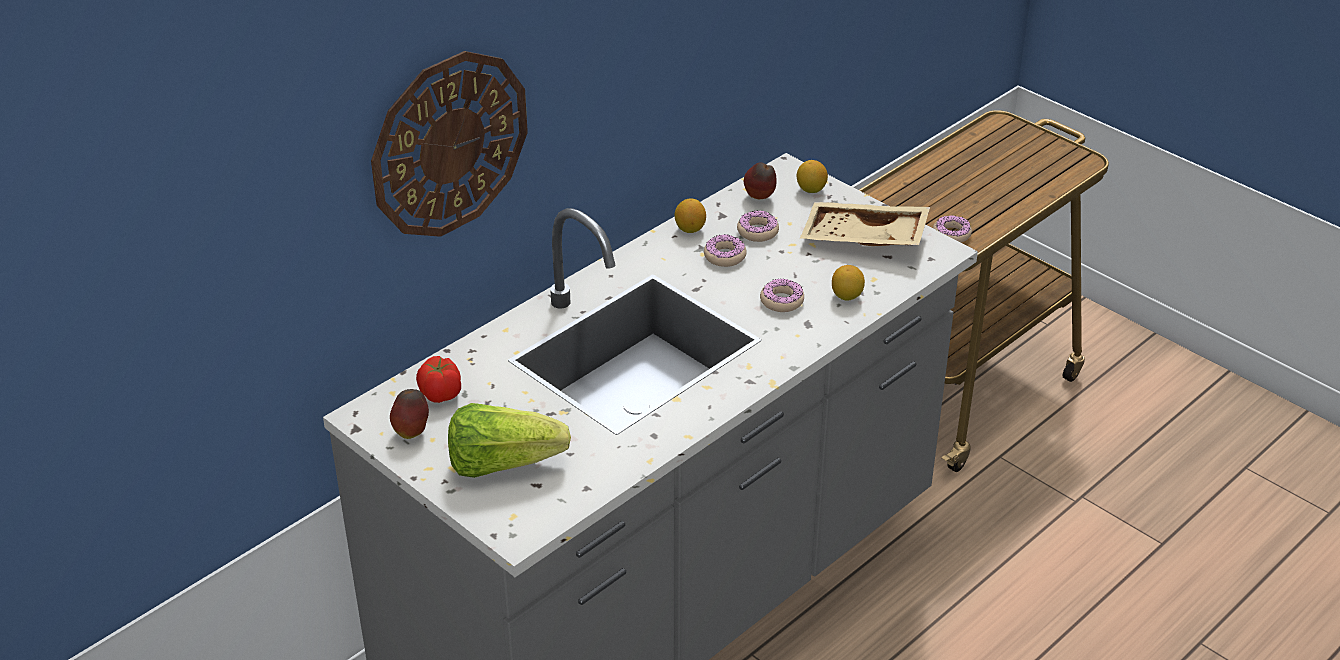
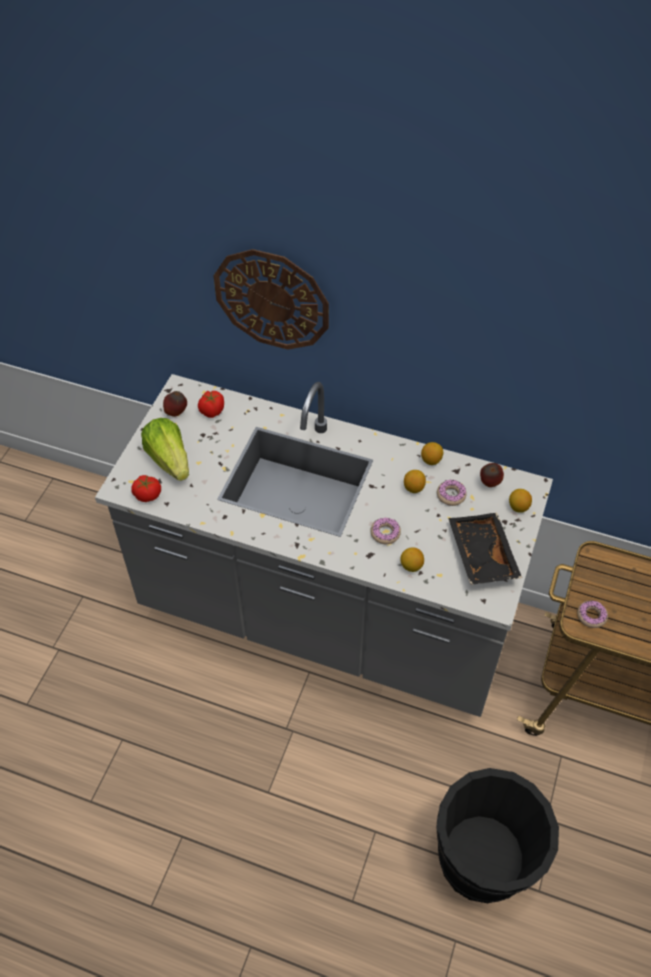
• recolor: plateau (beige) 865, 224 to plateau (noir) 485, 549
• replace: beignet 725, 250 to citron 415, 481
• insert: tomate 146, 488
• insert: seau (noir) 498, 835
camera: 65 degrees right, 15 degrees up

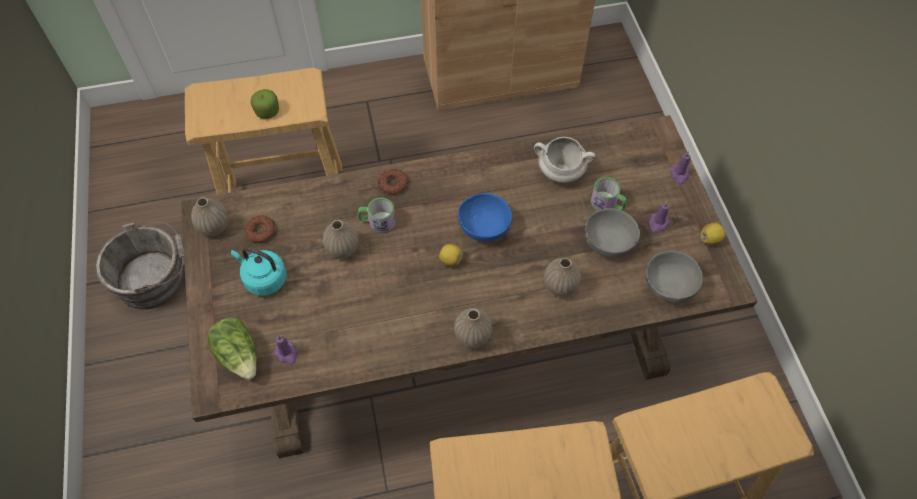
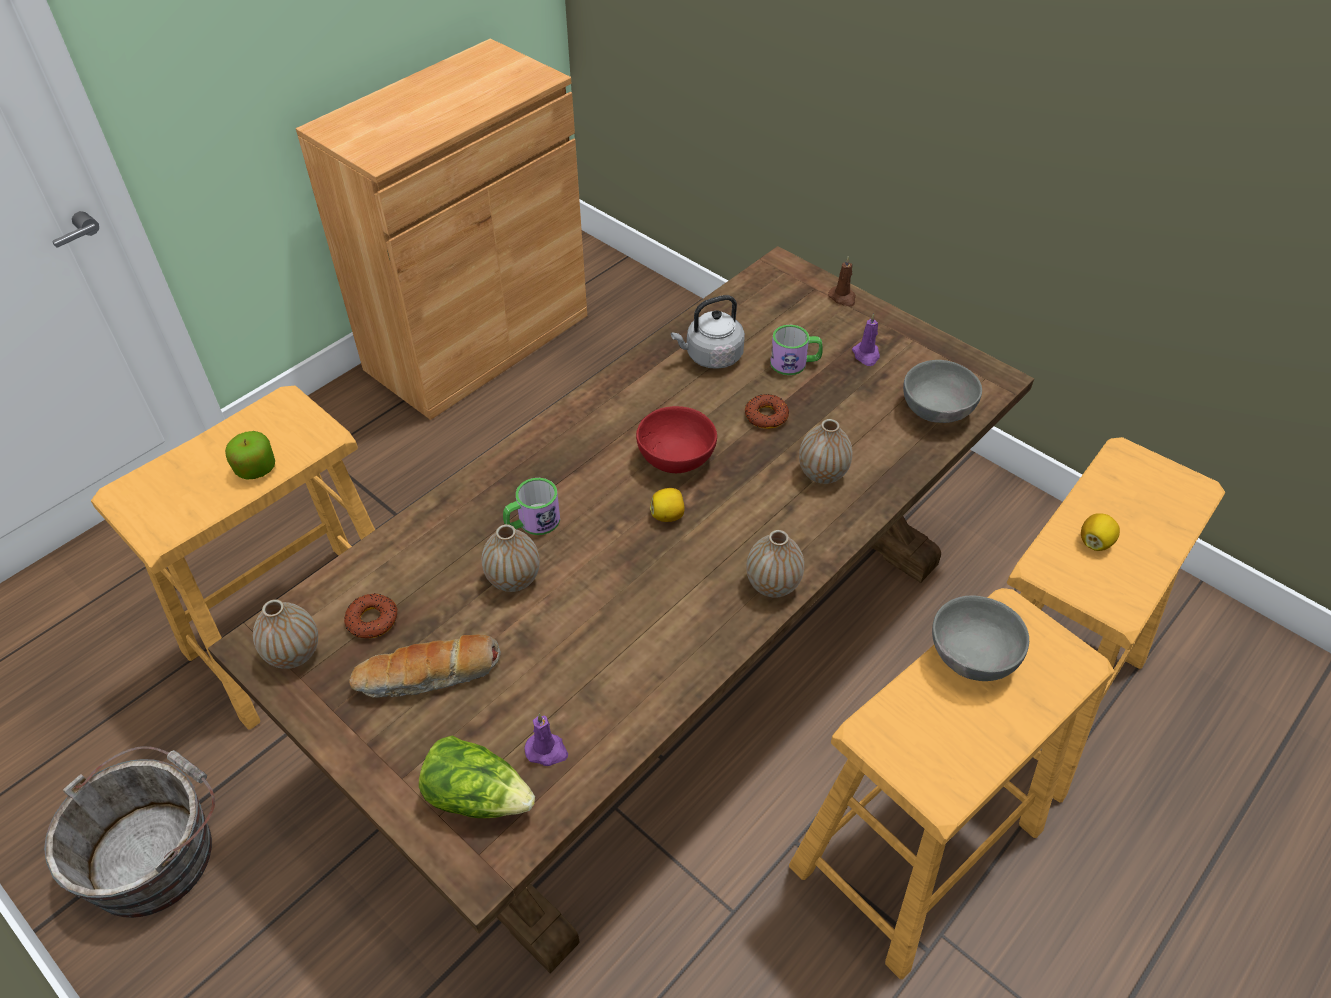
• replace: marmite (blanc) 565, 160 to bouilloire (gris) 708, 332
• recolor: bougie (violet) 680, 167 to bougie (marron) 842, 281
• move: beignet 393, 181 to 767, 411
• recolor: bol (bleu) 485, 217 to bol (rouge) 676, 439
• move: bol (gris) 612, 233 to 980, 638
• move: citron 713, 234 to 1100, 532
• replace: bouilloire (turquoise) 259, 271 to pain 425, 666
camera: 35 degrees left, 10 degrees down

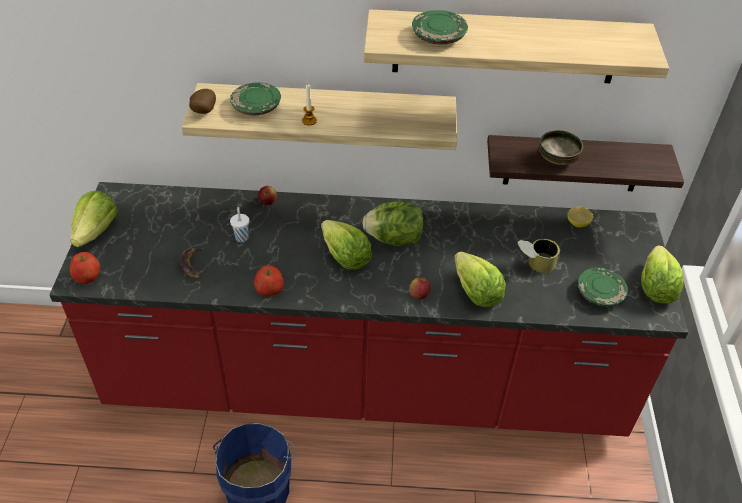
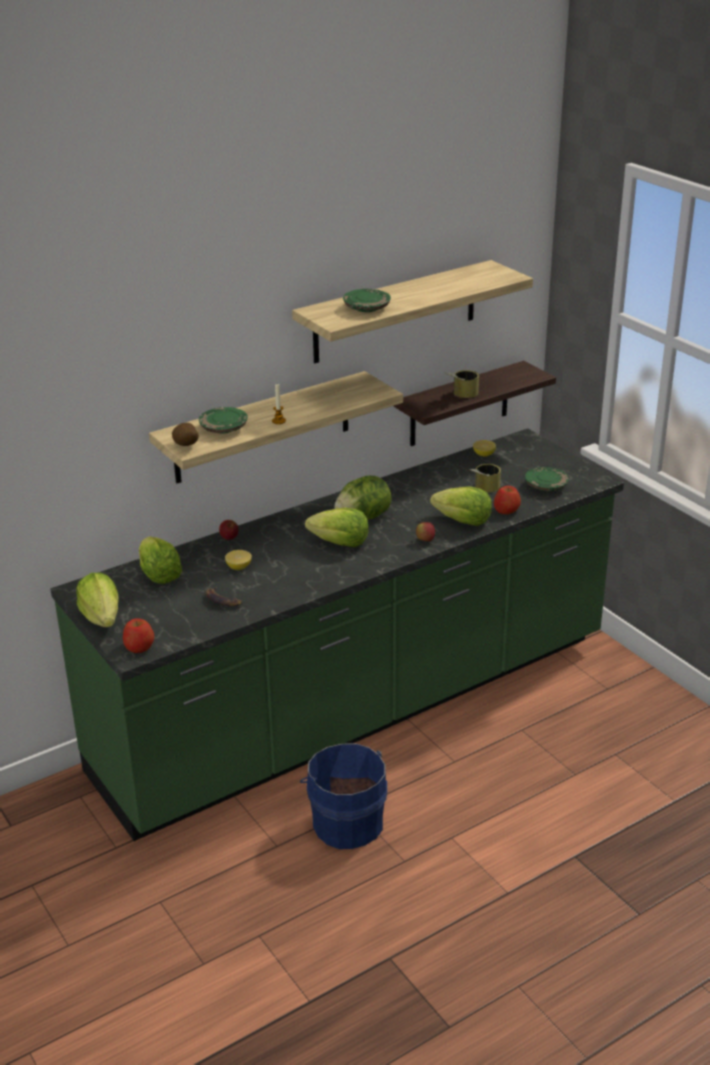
• replace: bol 561, 147 to boîte métallique 461, 384
• recolor: comptoir de cuisine (rouge) 369, 309 to comptoir de cuisine (vert) 337, 634
• replace: tasse (blanc) 239, 224 to citron 238, 560
• move: laitue 662, 274 to 160, 560
• move: pomme 269, 280 to 507, 500
camera: 35 degrees left, 15 degrees down

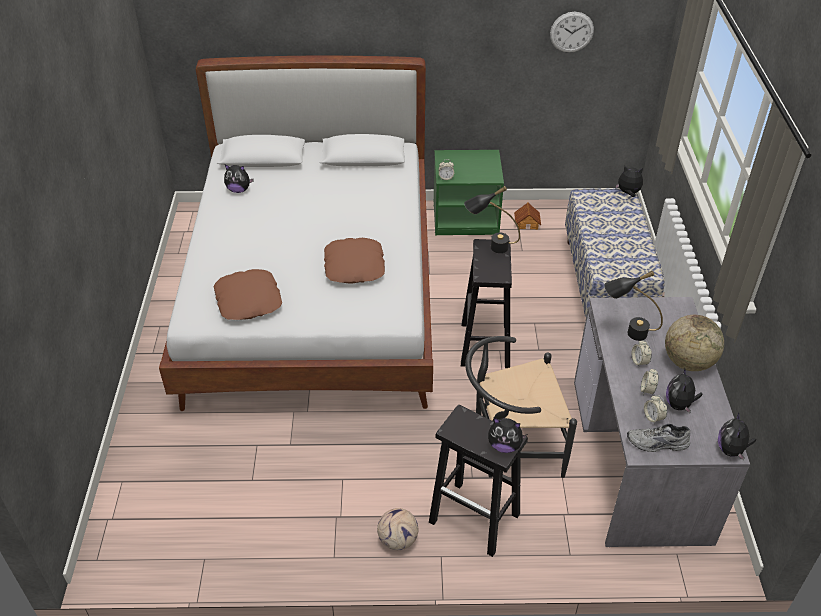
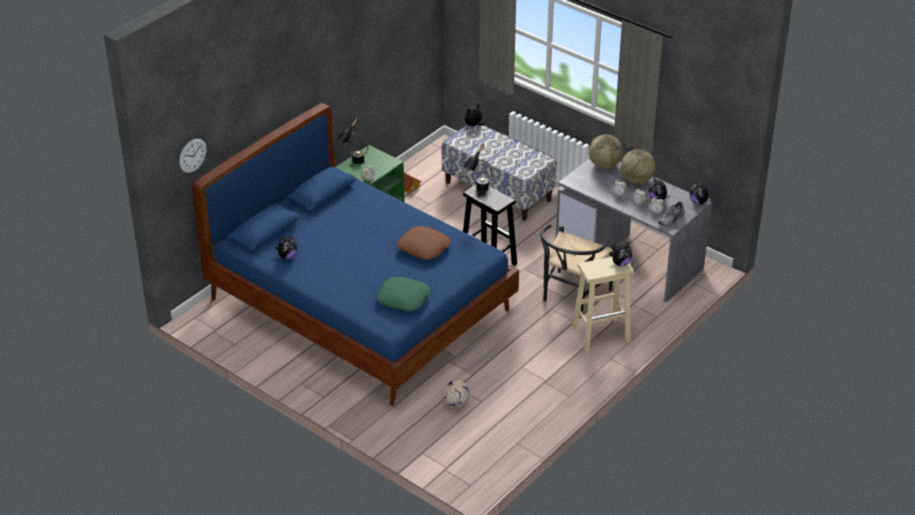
• move: horloge murale 572, 32 to 192, 155
• recolor: lit (blanc) 296, 233 to lit (bleu) 355, 254
• recolor: coussin (marron) 248, 294 to coussin (vert) 403, 294
• move: lampe de table (noir) 633, 306 to 352, 141
• recolor: tabouret (noir) 478, 481 to tabouret (beige) 603, 304
• move: ballon de foot 397, 529 to 456, 394
• insert: globe 606, 151
camera: 50 degrees left, 5 degrees down

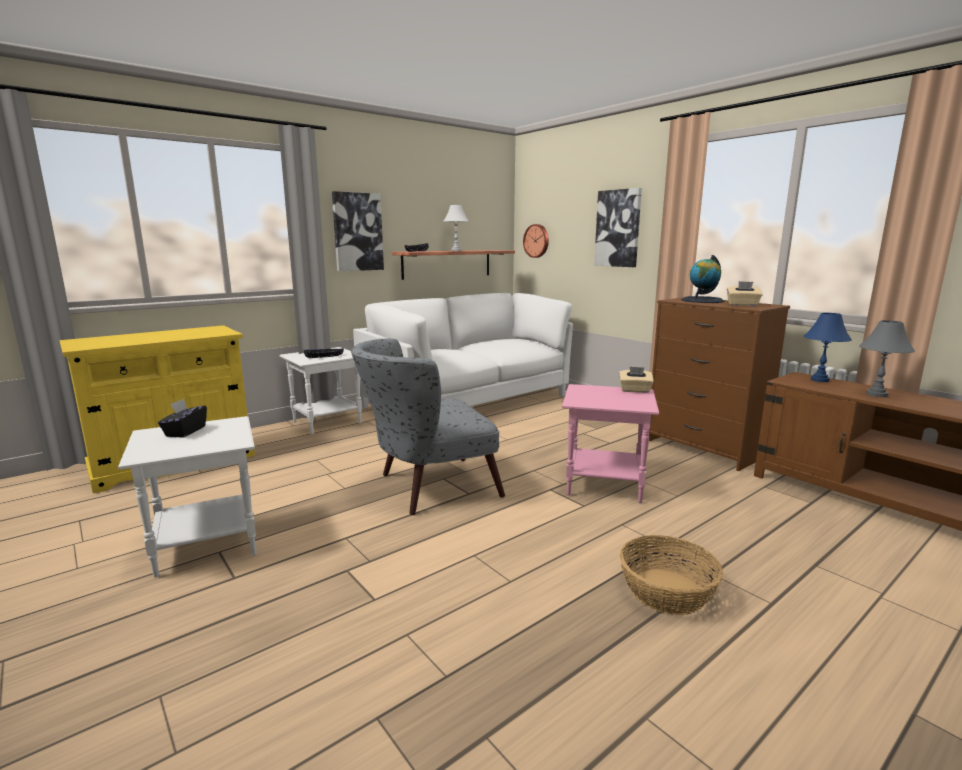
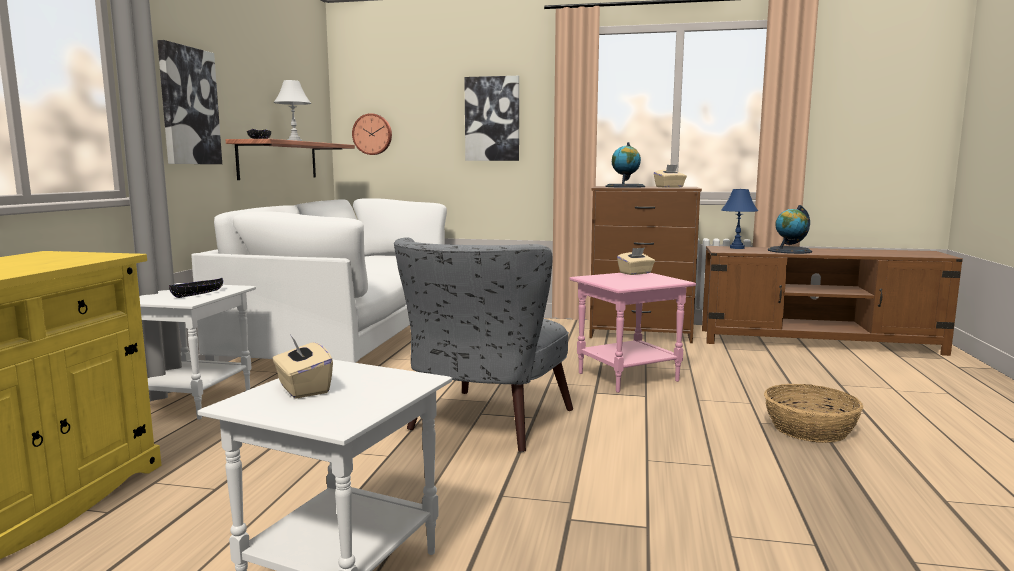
• replace: lampe de table (gris) 887, 358 to globe 790, 229
• recolor: boîte à mouchoirs (noir) 182, 418 to boîte à mouchoirs (beige) 303, 366
camera: 40 degrees left, 5 degrees down

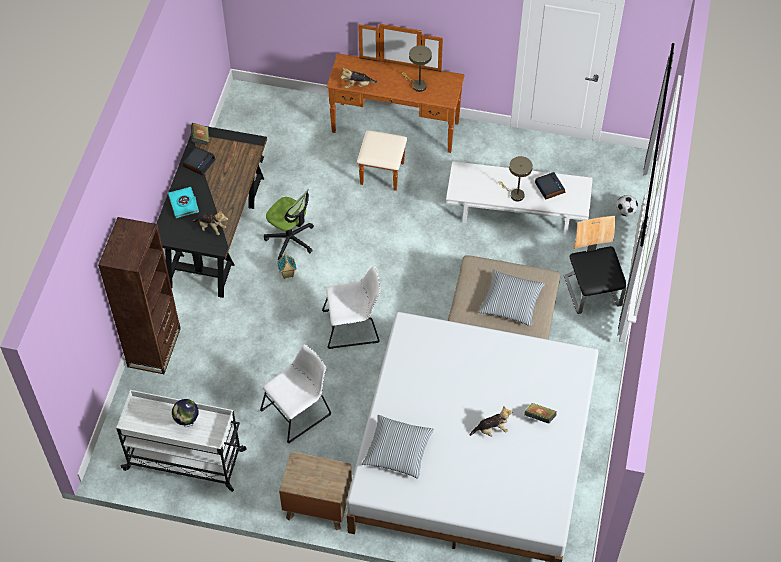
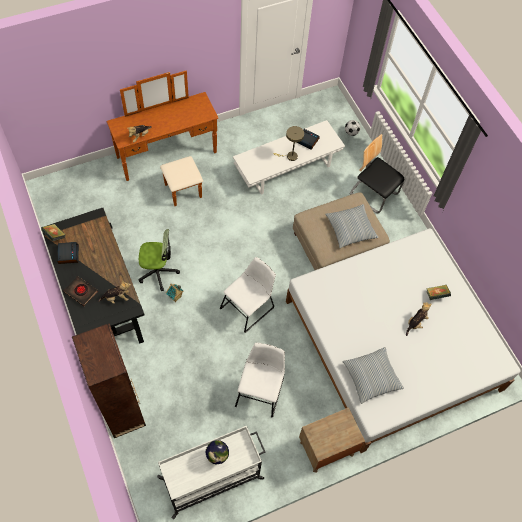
• delete: lampe de table (beige) 417, 68
• recolor: livre (turquoise) 183, 202 to livre (noir) 81, 291
camera: 40 degrees left, 5 degrees up

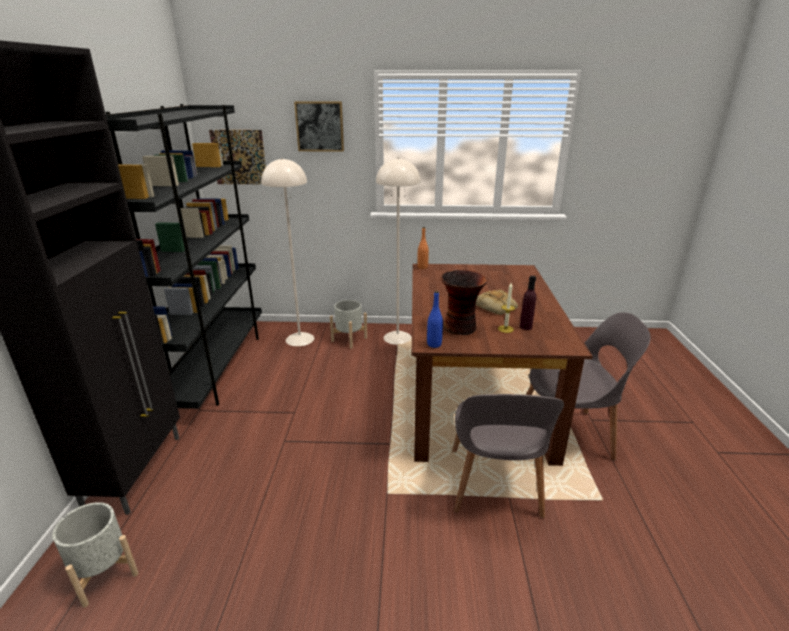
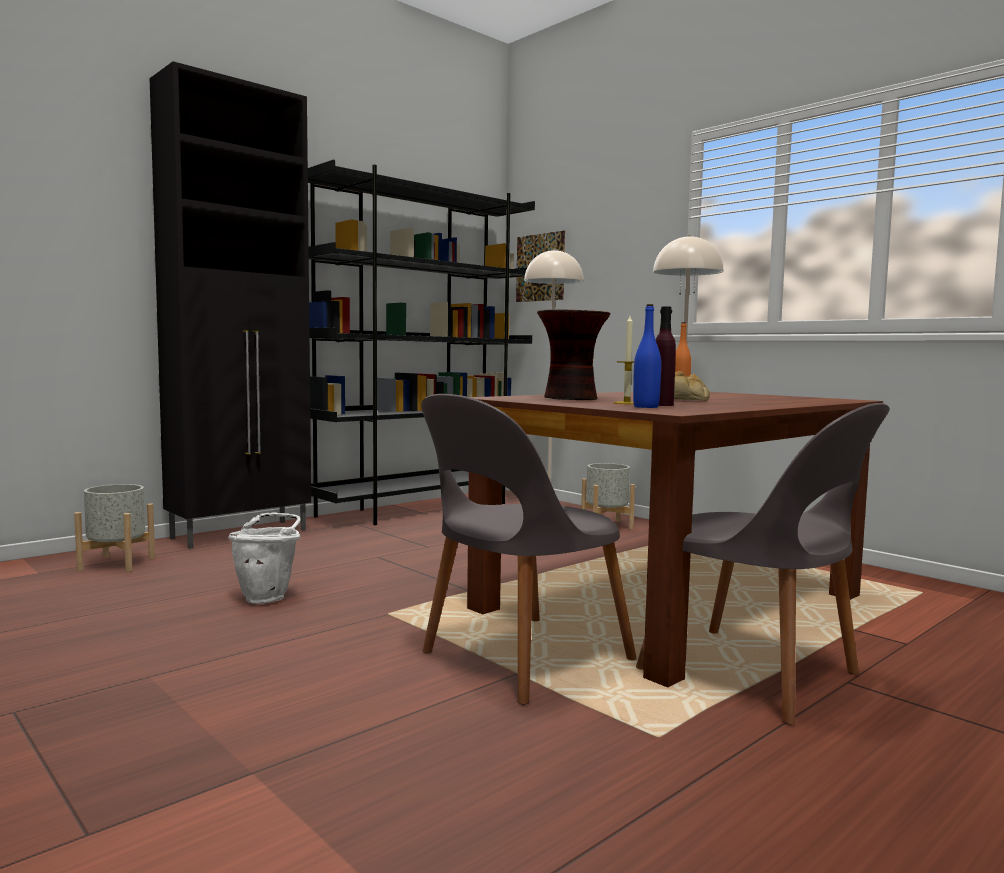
• delete: tableau 319, 126
• move: bouteille (bleu) 435, 319 to 647, 356
• insert: seau (blanc) 264, 558
camera: 45 degrees right, 20 degrees down

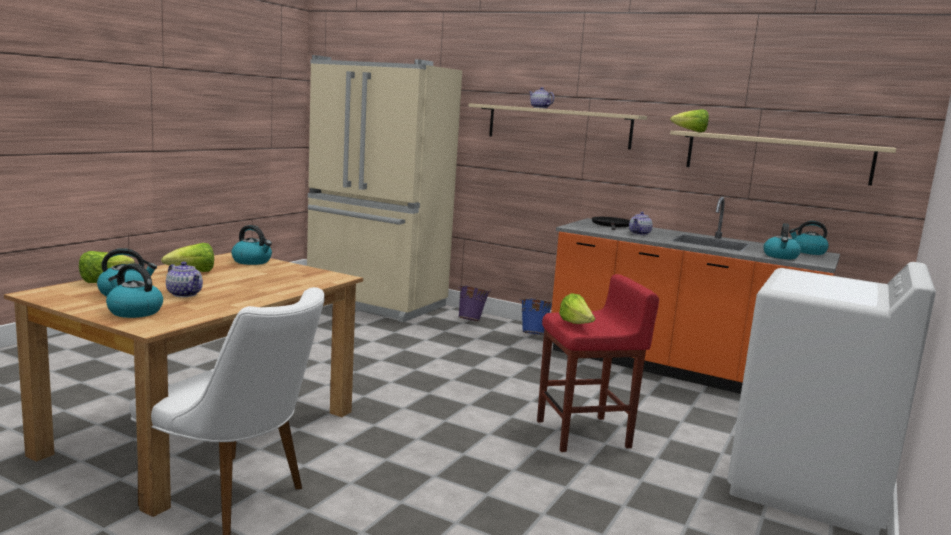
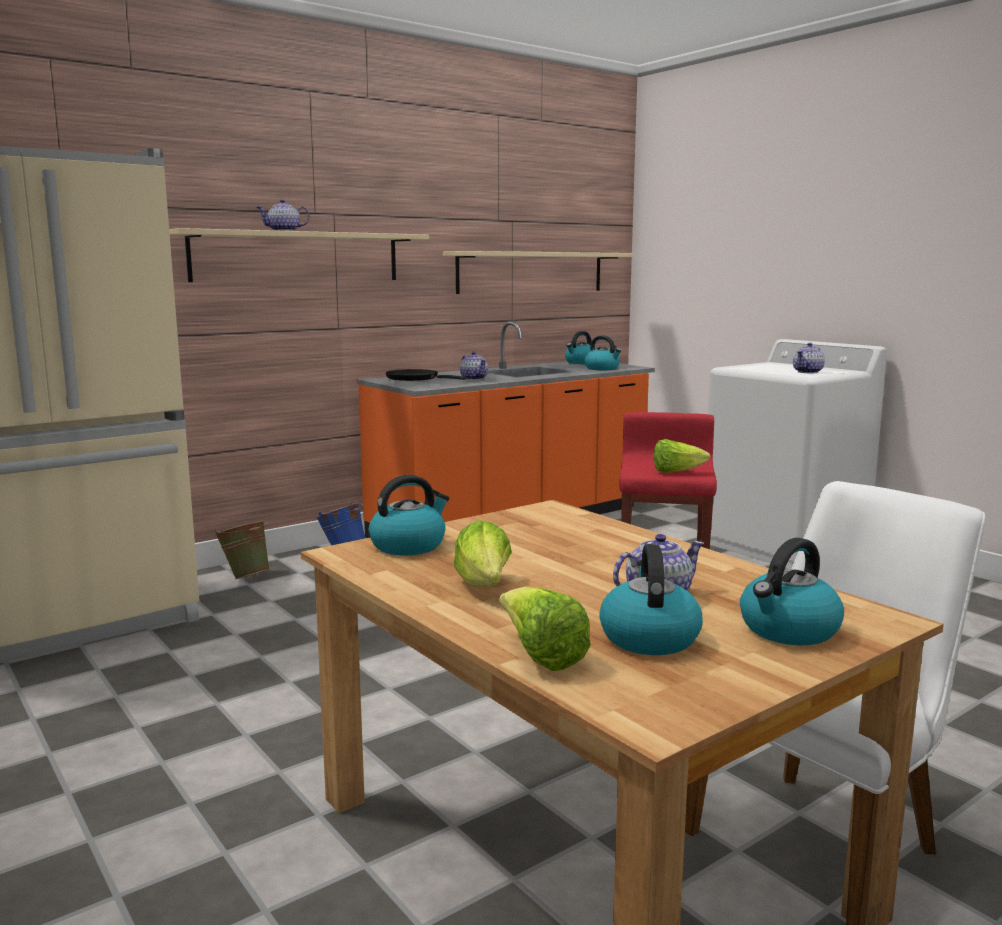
• delete: laitue 689, 120
• recolor: seau (violet) 474, 303 to seau (vert) 242, 549
• insert: théière 809, 358
camera: 65 degrees left, 0 degrees up

